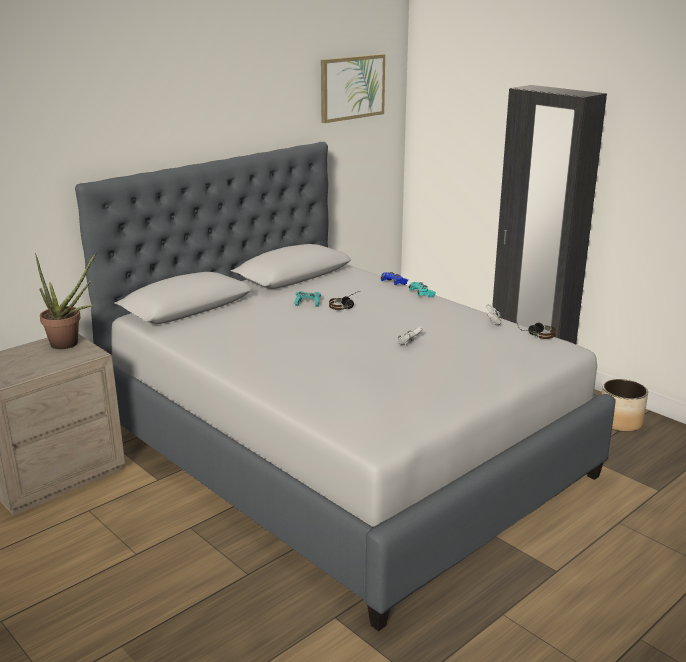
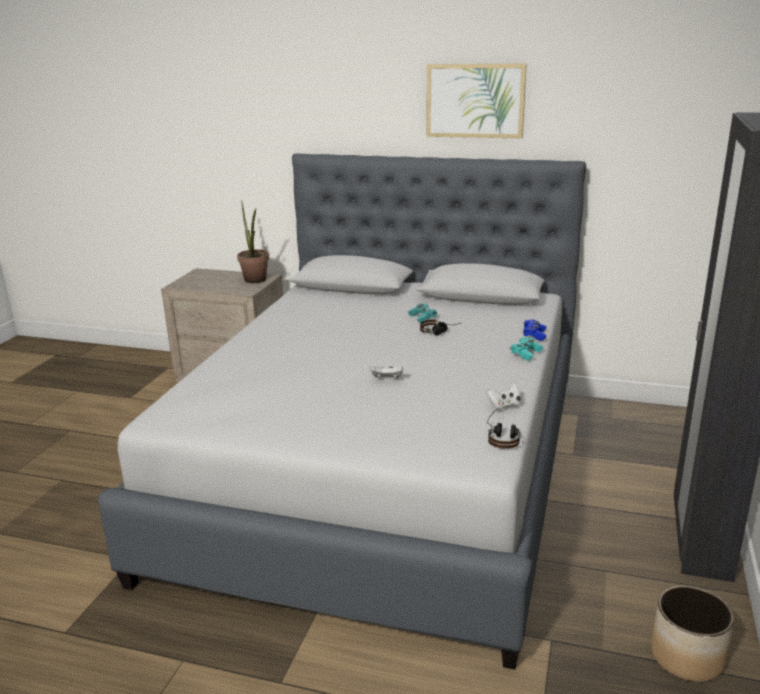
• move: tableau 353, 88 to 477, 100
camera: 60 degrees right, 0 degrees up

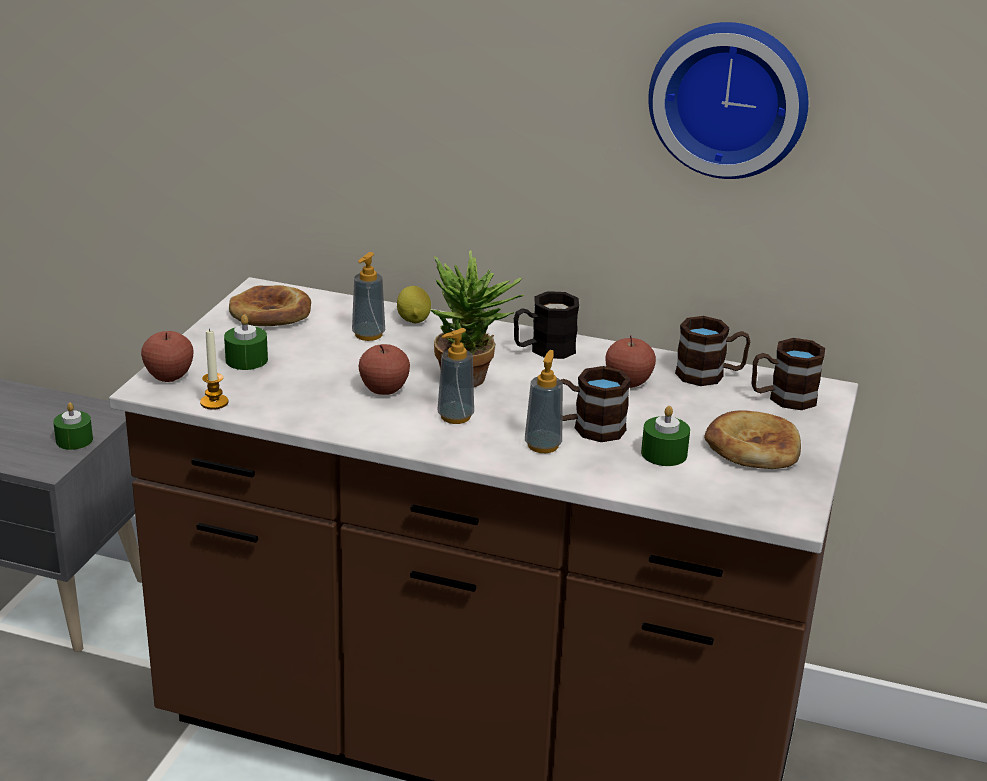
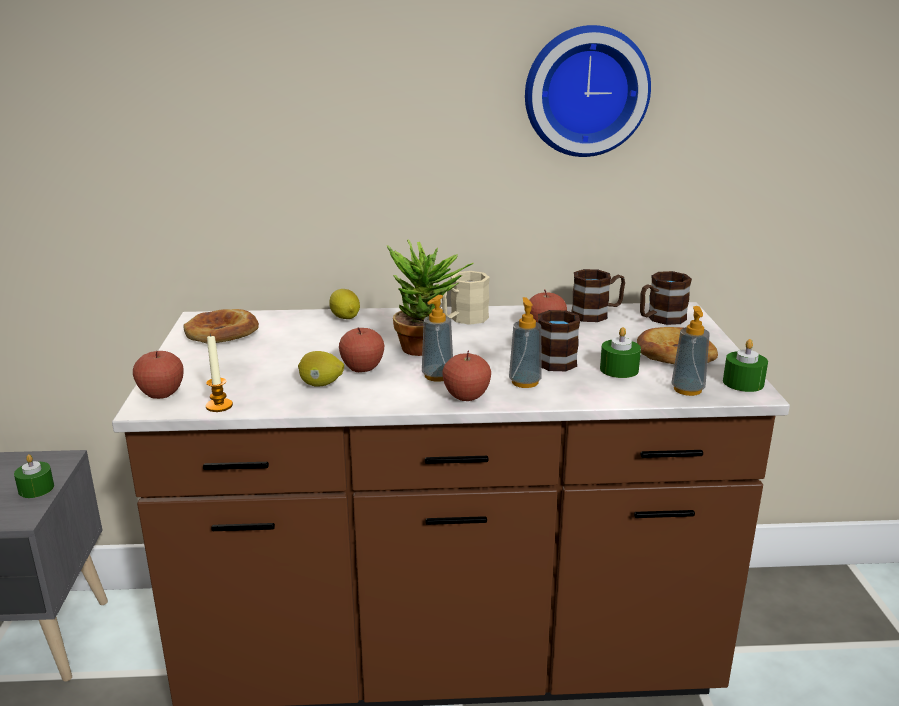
• move: distributeur de savon 368, 296 to 690, 351
• recolor: mug (noir) 546, 325 to mug (beige) 466, 298
• move: bougie (vert) 246, 342 to 745, 365
• insert: pomme 466, 375
• insert: citron 321, 369
camera: 20 degrees left, 5 degrees down

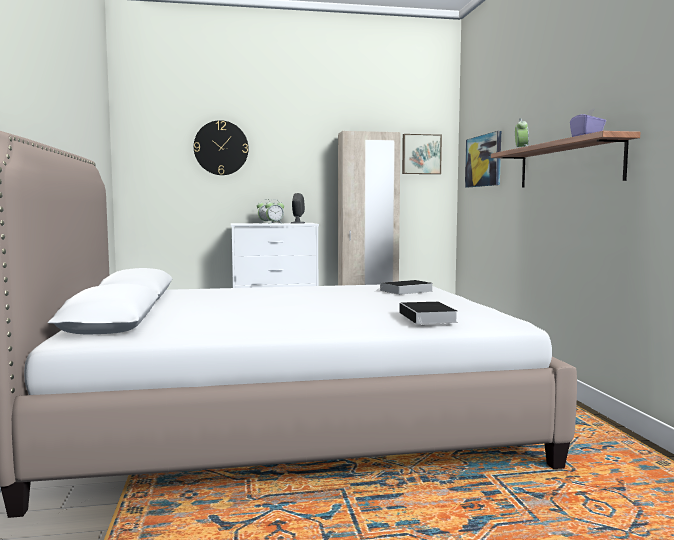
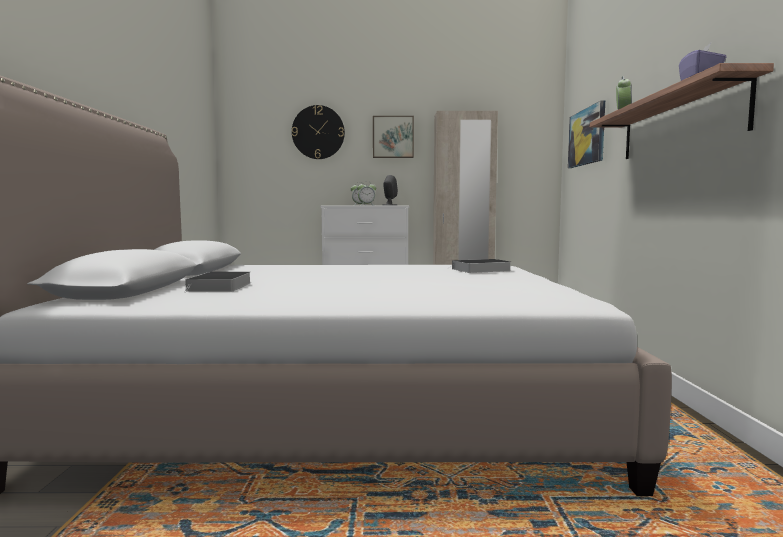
• move: tableau 422, 154 to 393, 137
• move: livre 429, 314 to 217, 282
camera: 10 degrees right, 0 degrees up

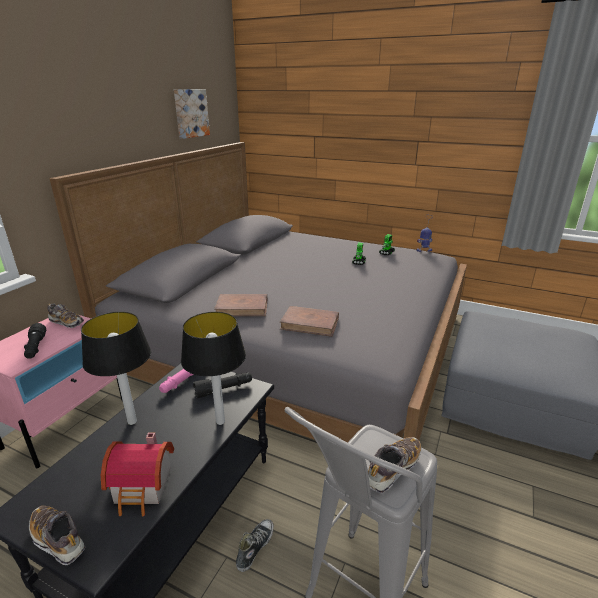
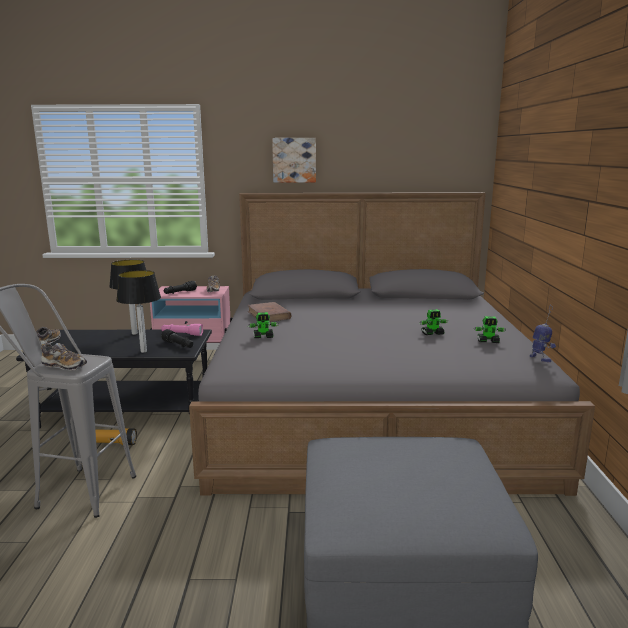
• move: tableau 192, 114 to 294, 160
• replace: livre (marron) 309, 321 to robot jouet 263, 325
• delete: maison miniature 137, 474
• replace: chaussure 255, 545 to lampe de poche 116, 436
camera: 65 degrees right, 10 degrees down

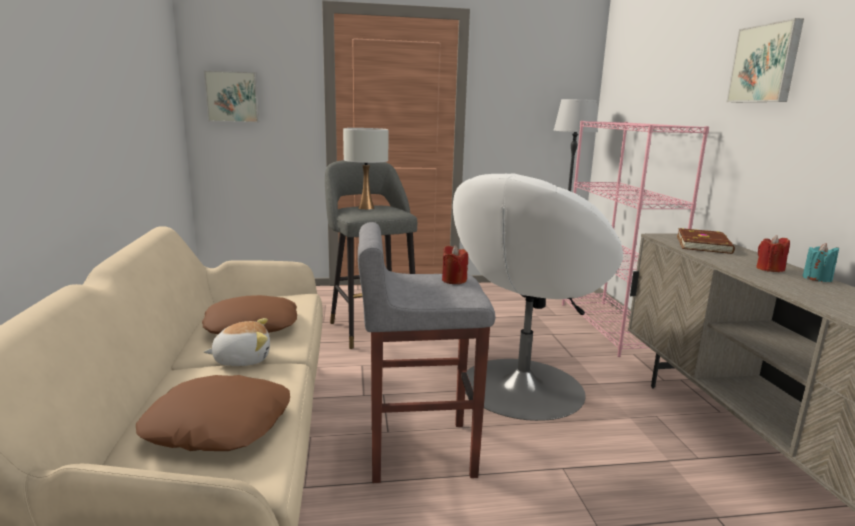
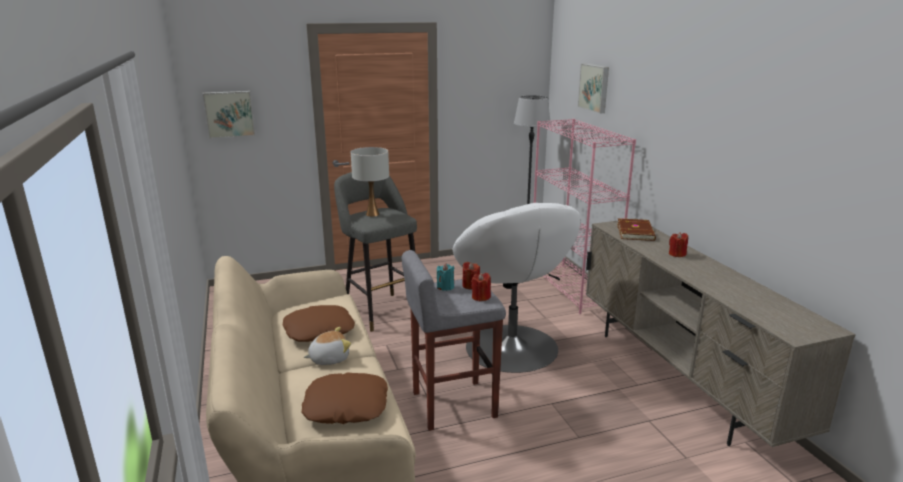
• move: tableau 765, 60 to 593, 88
• rotate: fauteuil (blanc) 538, 297 = 517, 288 45 degrees counterclockwise
• move: bougie (turquoise) 820, 262 to 445, 277
• insert: bougie (rouge) 481, 287
camera: 10 degrees left, 5 degrees up

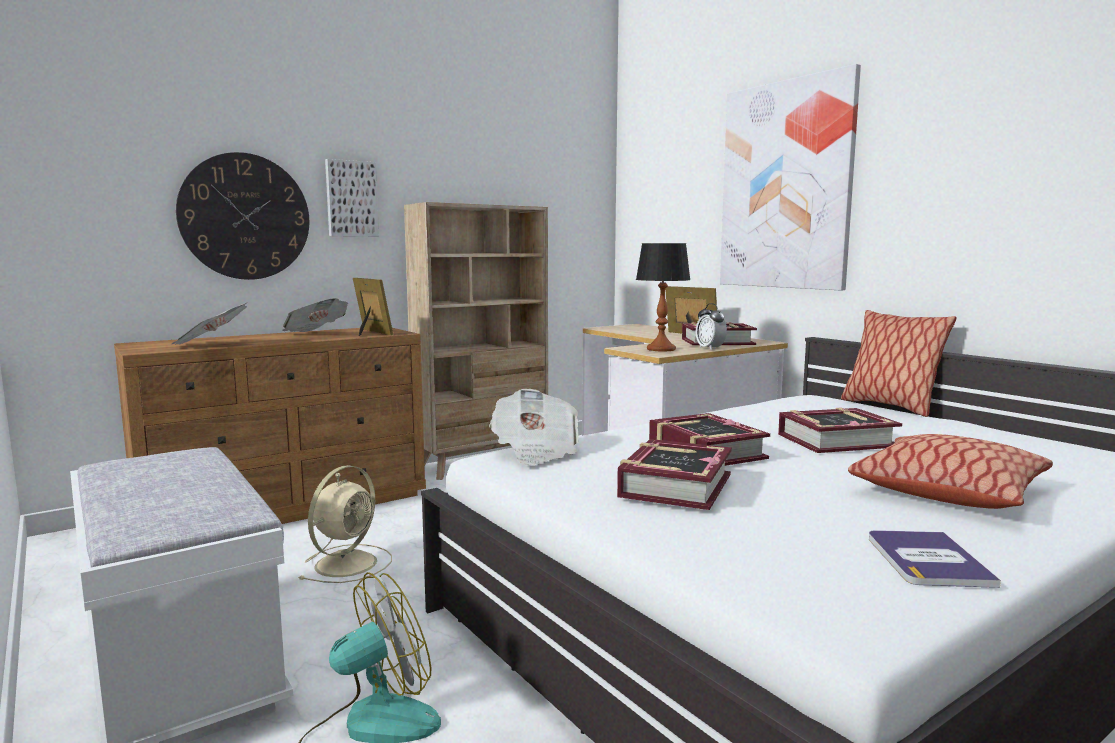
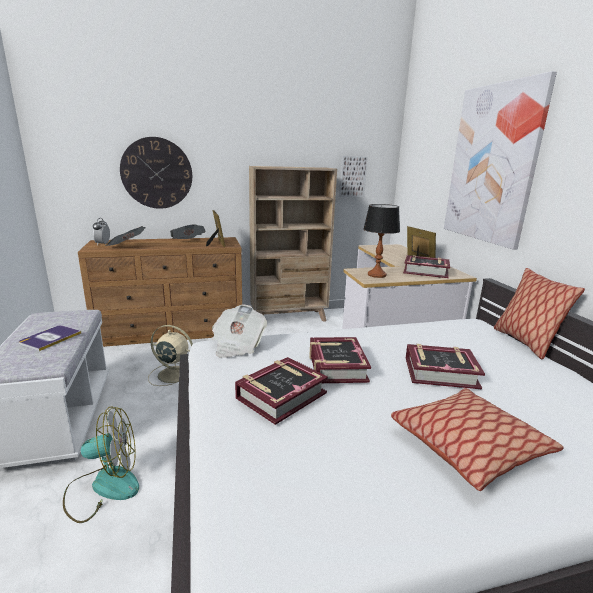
• move: tableau 352, 198 to 353, 176
• move: réveil 711, 326 to 101, 232
• rotate: ventilateur (beige) 345, 524 = 170, 355 120 degrees counterclockwise
• move: livre 935, 559 to 50, 338
camera: 20 degrees right, 10 degrees up

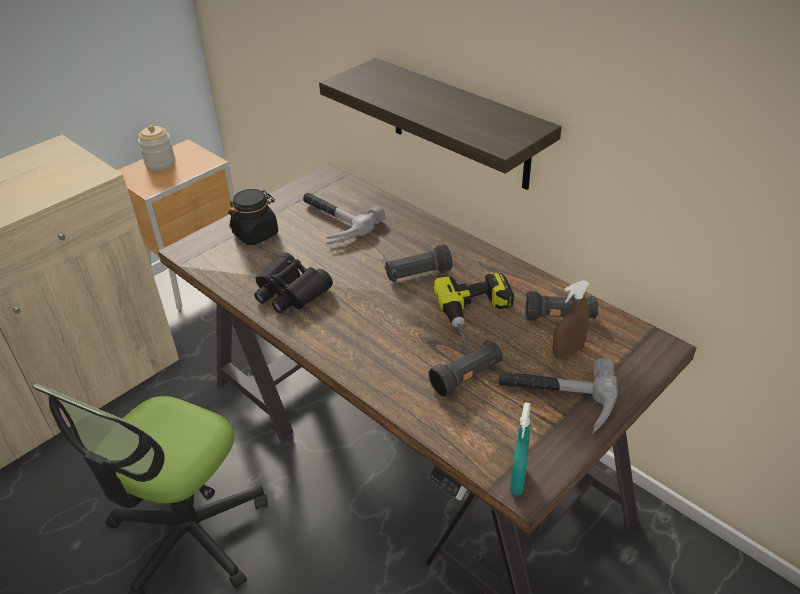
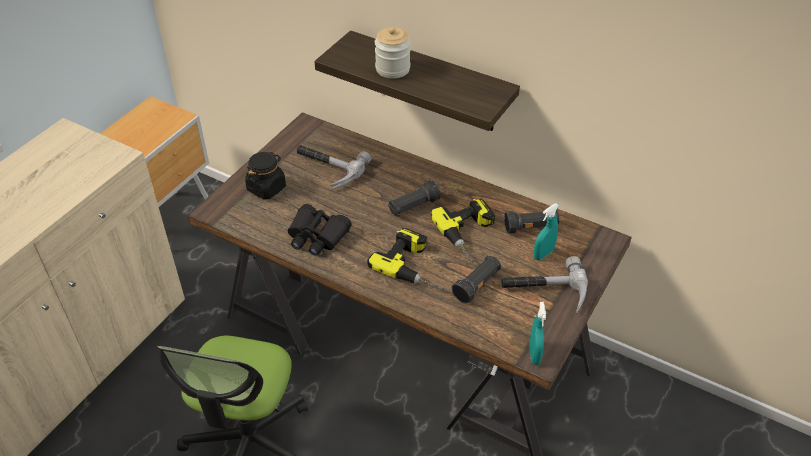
• move: bocal 156, 148 to 393, 52
• recolor: vaporisateur (marron) 571, 319 to vaporisateur (turquoise) 546, 232
• insert: perceuse 405, 259
camera: 15 degrees left, 5 degrees up

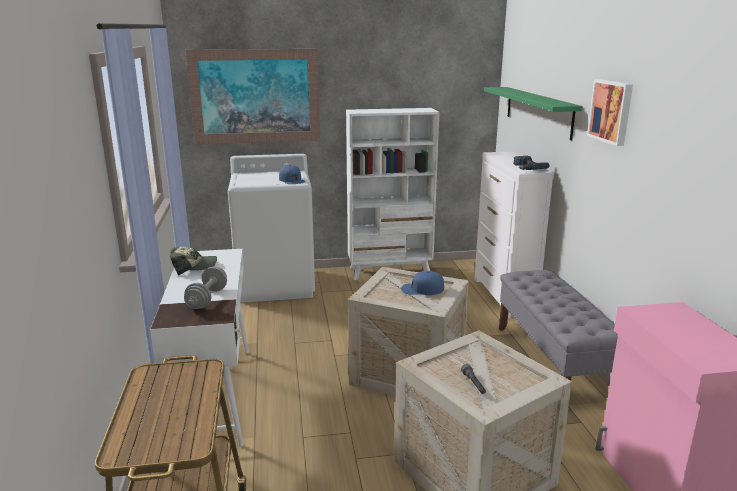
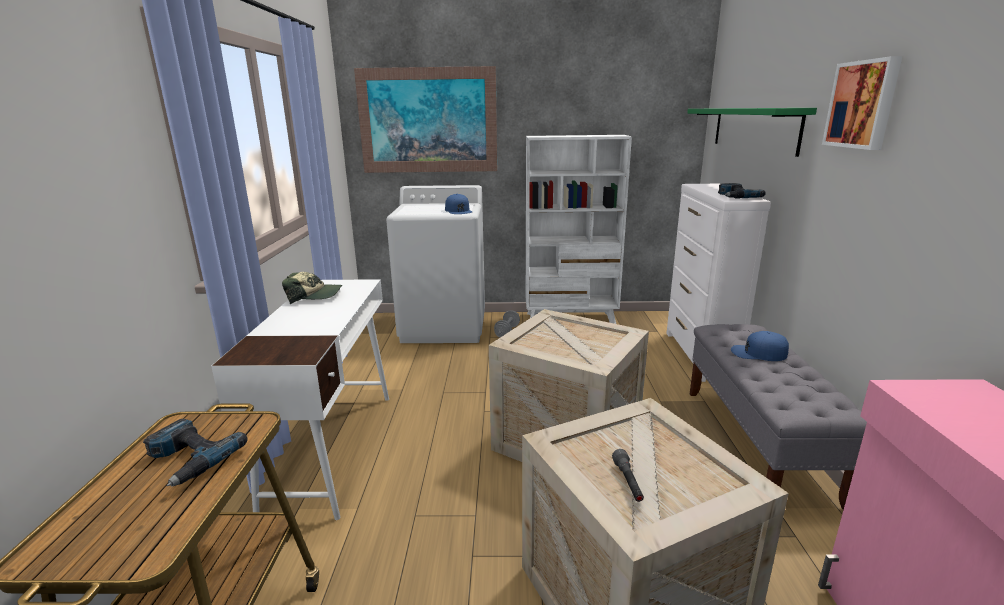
• move: haltère (gris) 205, 288 to 507, 323
• move: casquette (bleu) 422, 283 to 760, 346
• insert: perceuse 195, 453
camera: 10 degrees right, 0 degrees up

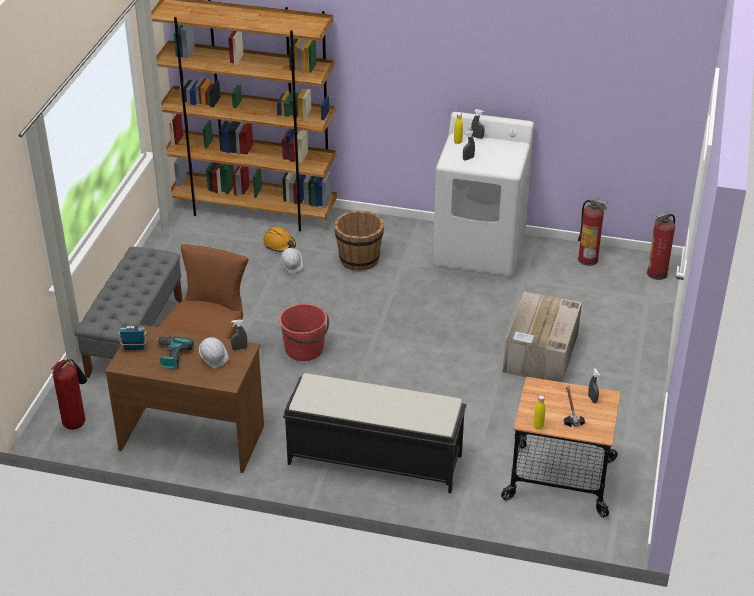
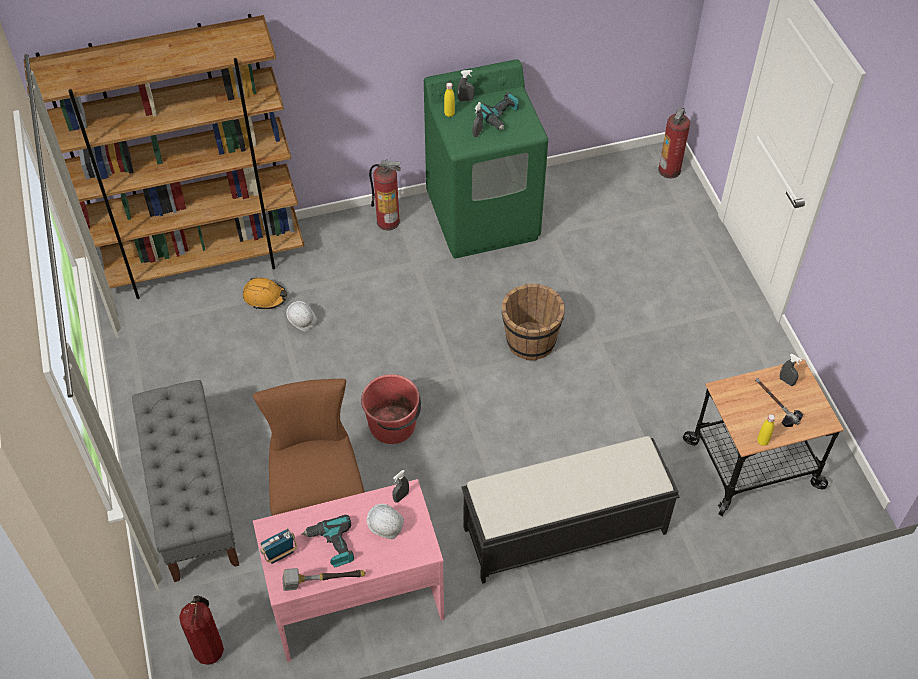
• recolor: lave-linge (blanc) 483, 196 to lave-linge (vert) 486, 159
• move: extincteur 593, 232 to 385, 195
• move: seau (marron) 359, 240 to 533, 322
• delete: carton 542, 336
• recolor: bureau (marron) 184, 398 to bureau (rose) 348, 570
• insert: perceuse 497, 111
• insert: marteau 324, 579
camera: 30 degrees left, 15 degrees up

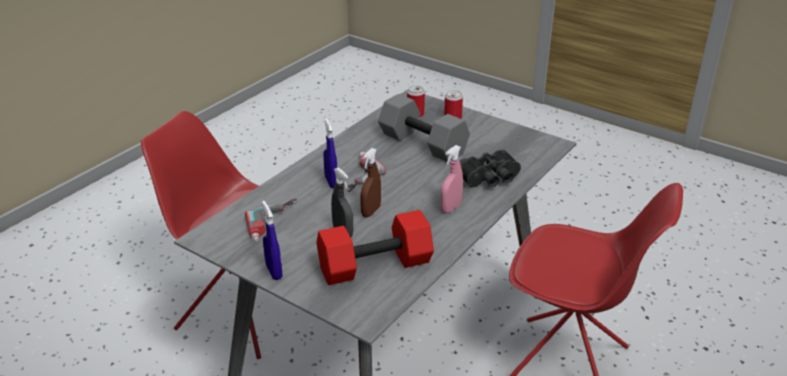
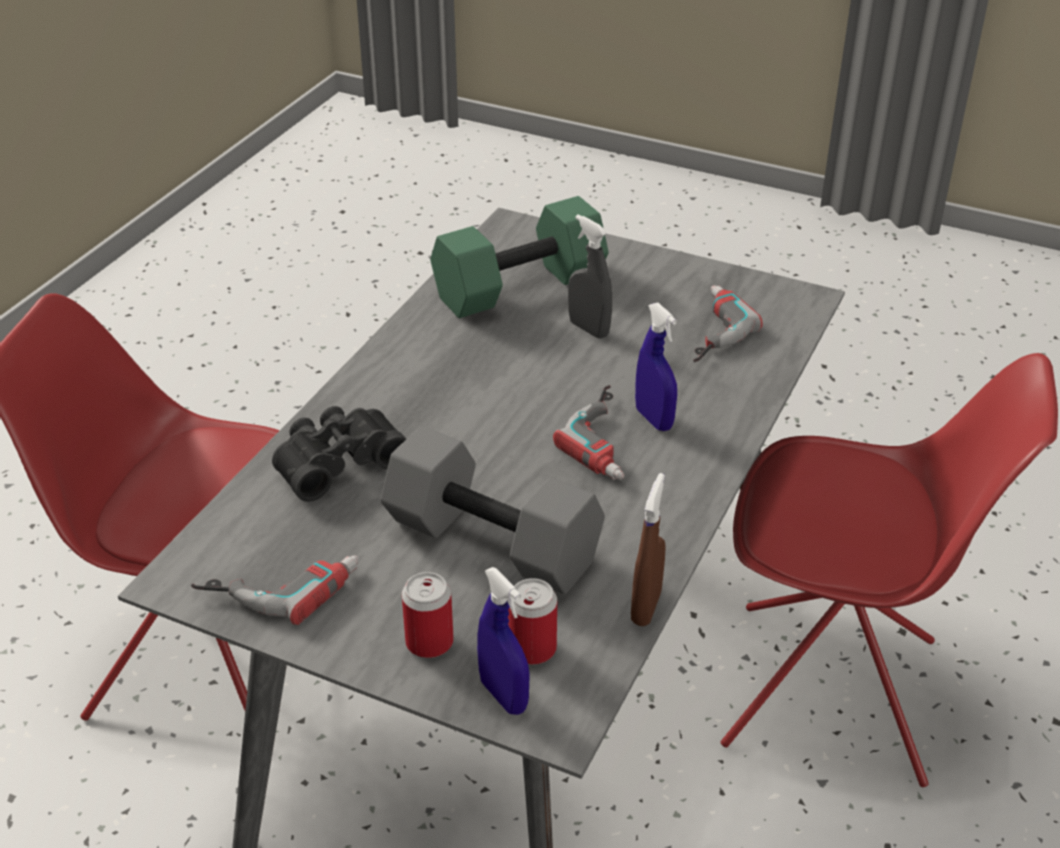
• delete: vaporisateur (rose) 451, 179
• move: vaporisateur (marron) 370, 182 to 648, 549
• move: vaporisateur (bleu) 272, 240 to 503, 641
• recolor: haltère (rouge) 375, 247 to haltère (vert) 519, 257
• insert: perceuse 275, 590
camera: 170 degrees right, 5 degrees up

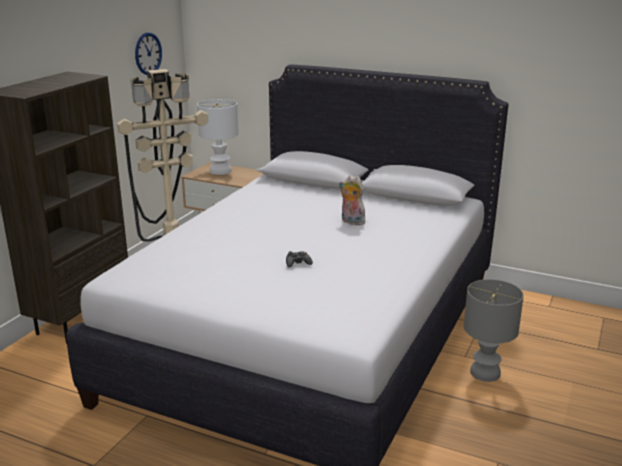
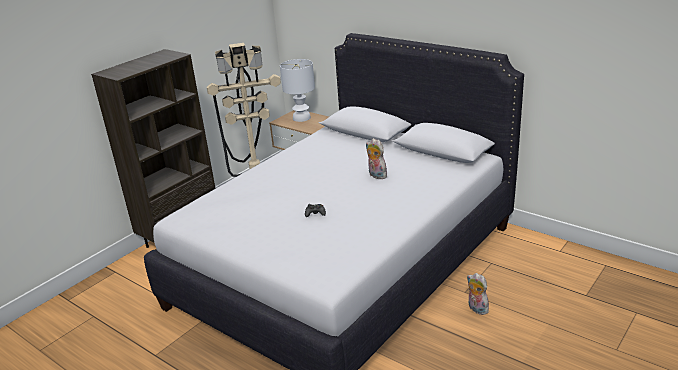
• delete: horloge murale 148, 53
• replace: lampe de table (gris) 494, 330 to peluche 478, 294
camera: 15 degrees right, 5 degrees up

